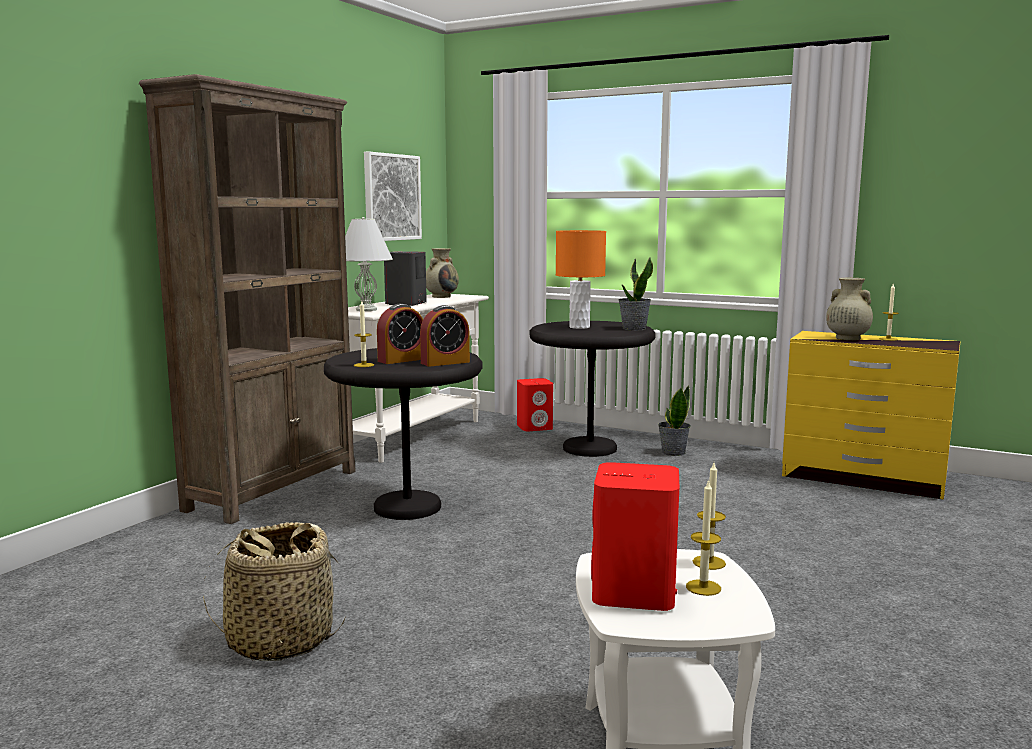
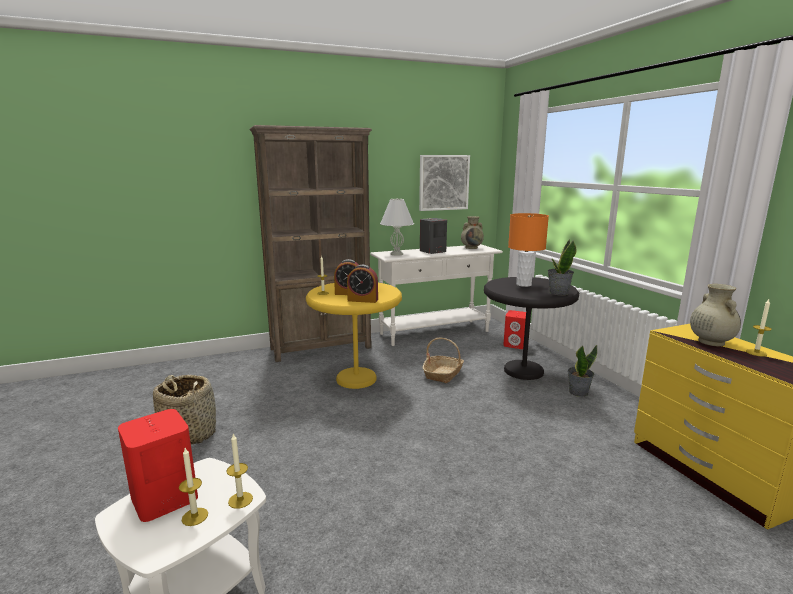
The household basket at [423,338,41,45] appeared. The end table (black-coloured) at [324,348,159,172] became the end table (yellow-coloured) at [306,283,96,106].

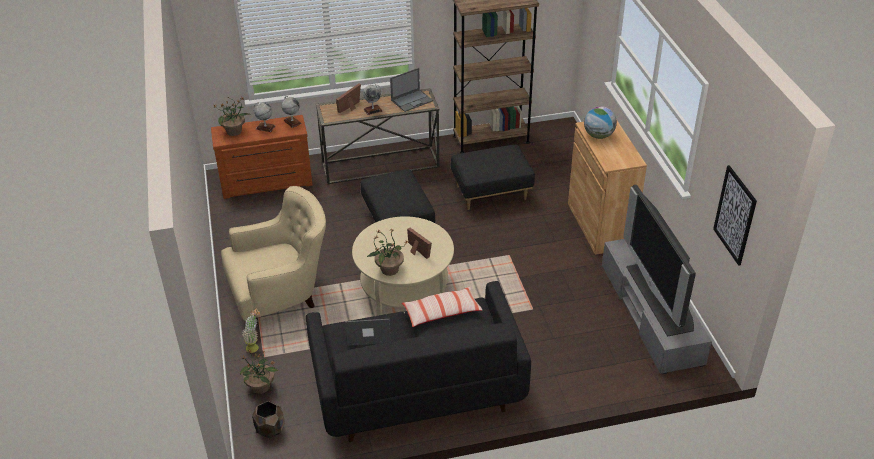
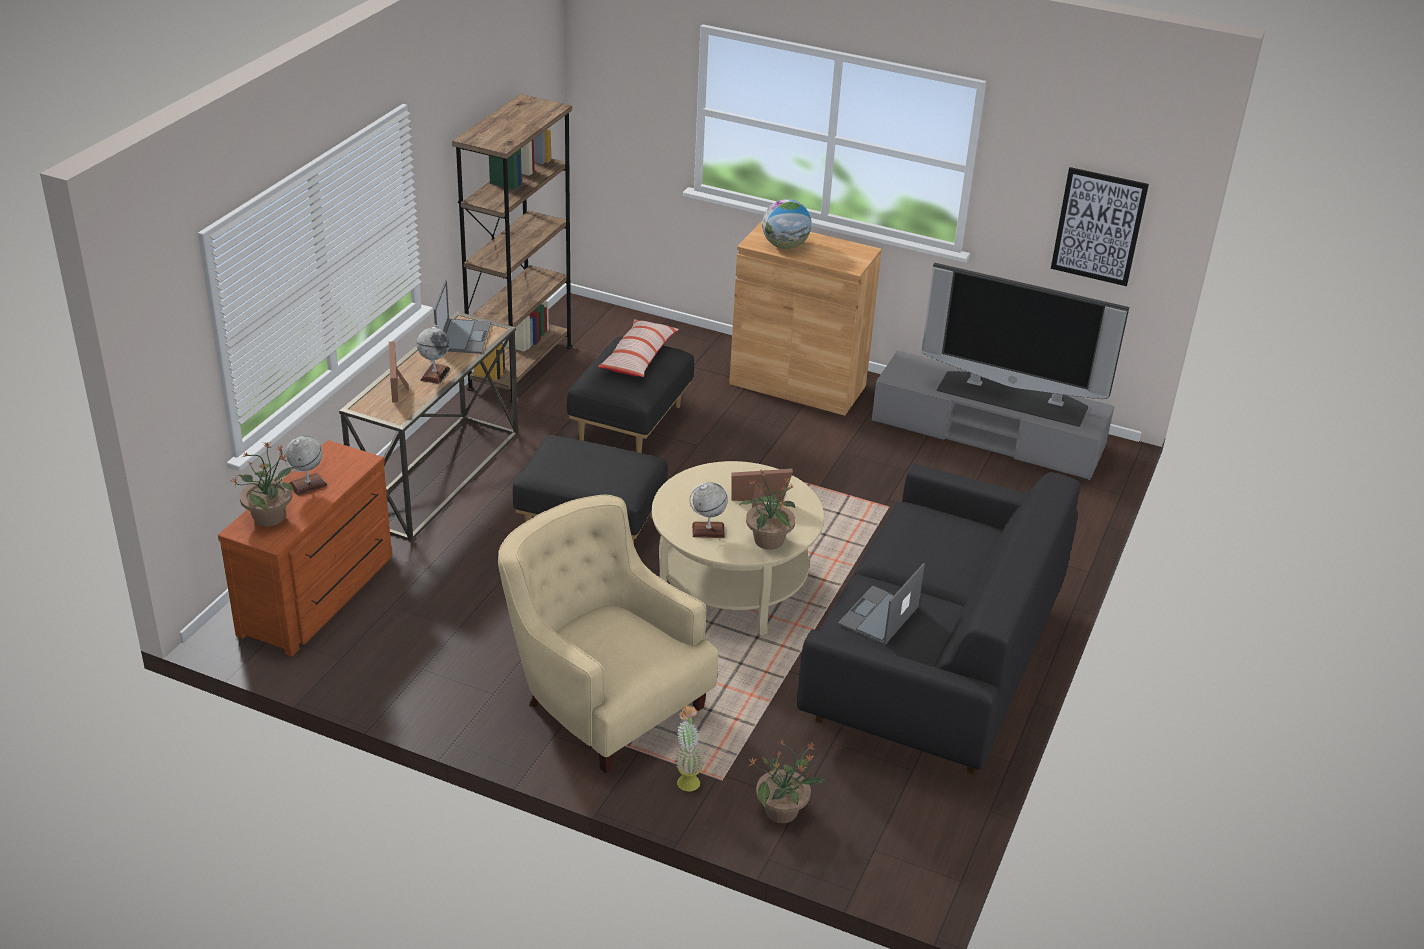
The planter (brownish) at [252,401,33,37] disappeared. The world globe moved from [282,96,20,32] to [689,482,39,56]. The pillow moved from [402,286,80,41] to [598,319,81,58]. The lounge chair (beige) at [221,186,105,135] turned 60 degrees counterclockwise.

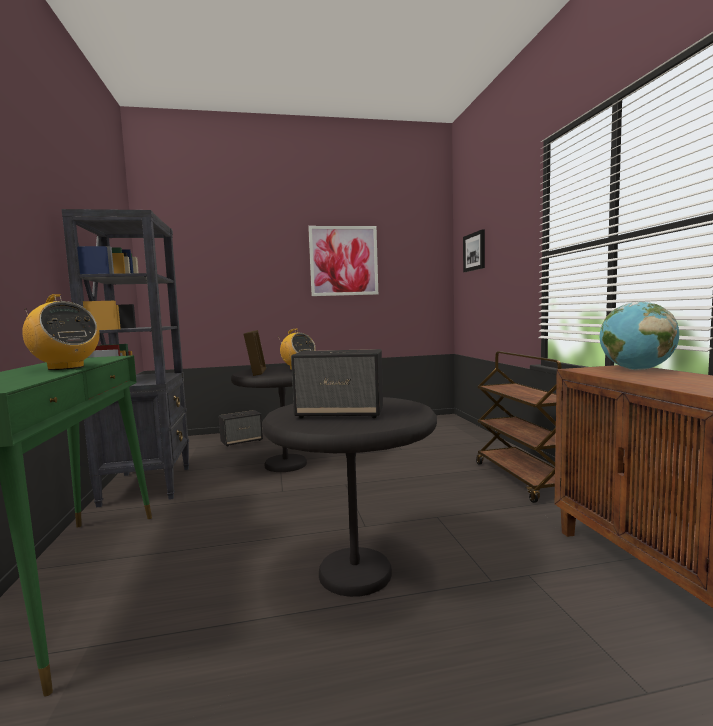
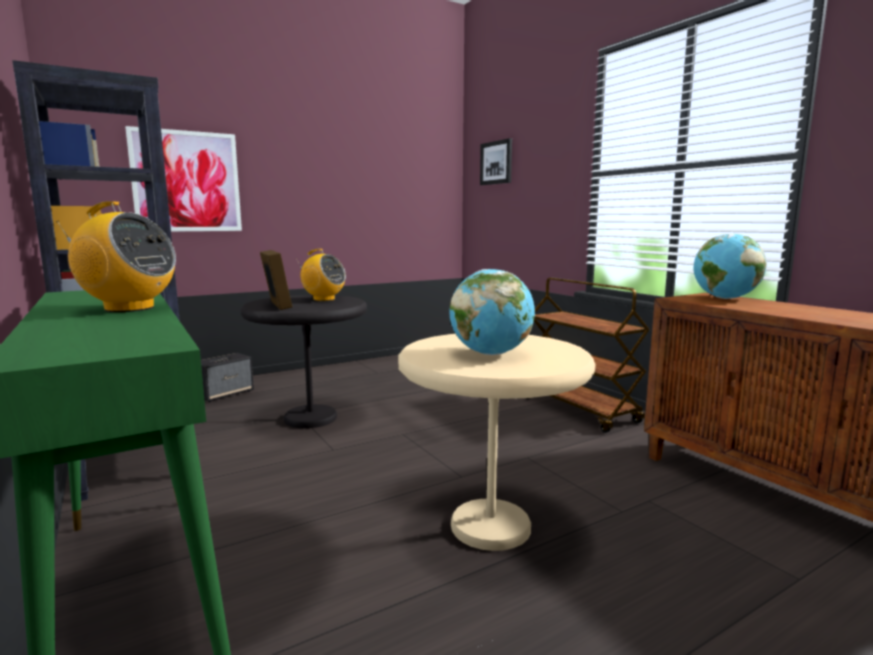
The wall art moved from [308,226,70,70] to [125,126,117,106]. The audio speaker at [291,349,92,69] was replaced by the world globe at [450,269,85,86]. The end table (black-coloured) at [262,397,175,200] became the end table (beige) at [398,334,197,217].

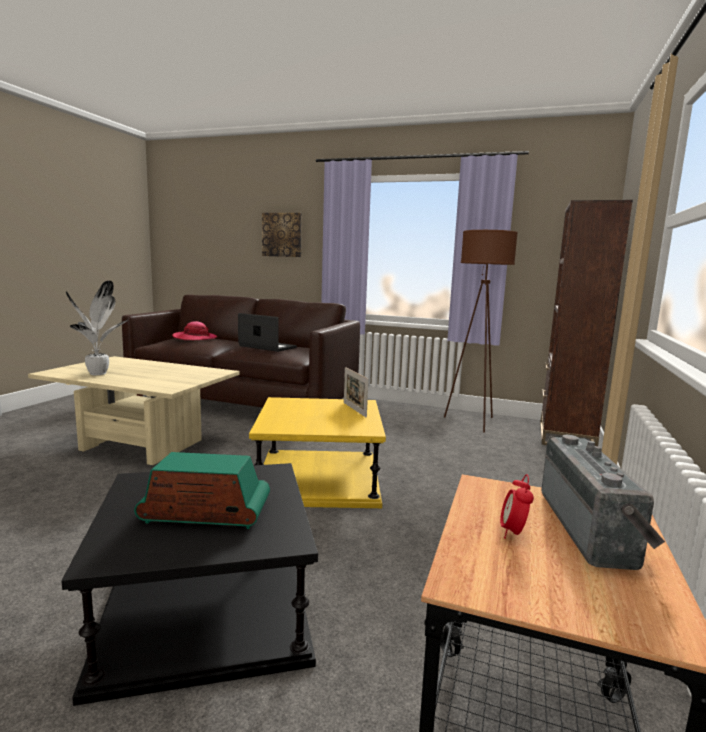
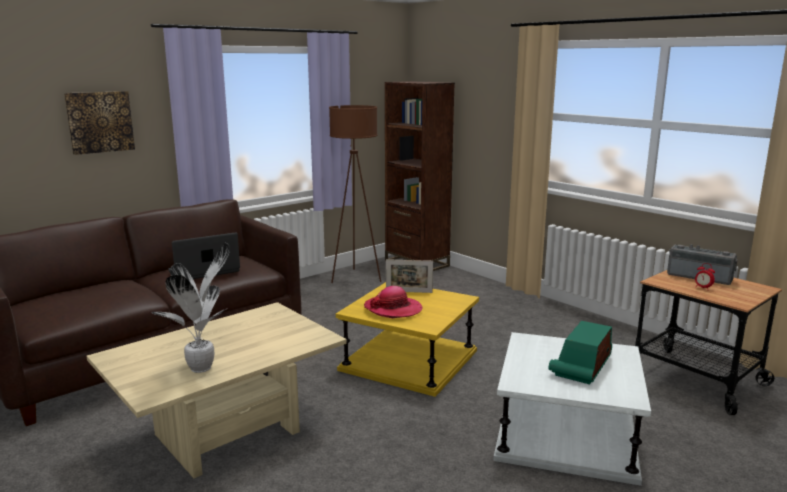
The hat moved from [172,321,45,19] to [364,286,58,32]. The end table (black-coloured) at [61,463,257,243] became the end table (white-coloured) at [493,332,158,154].

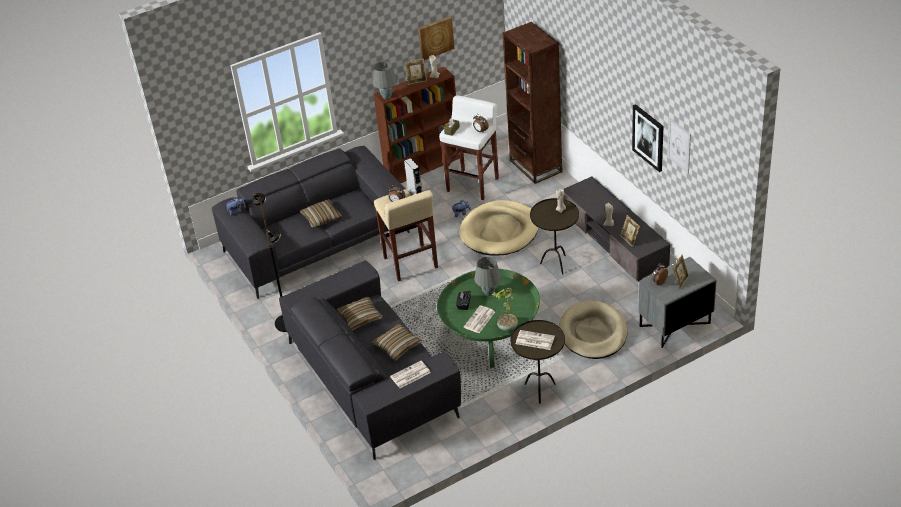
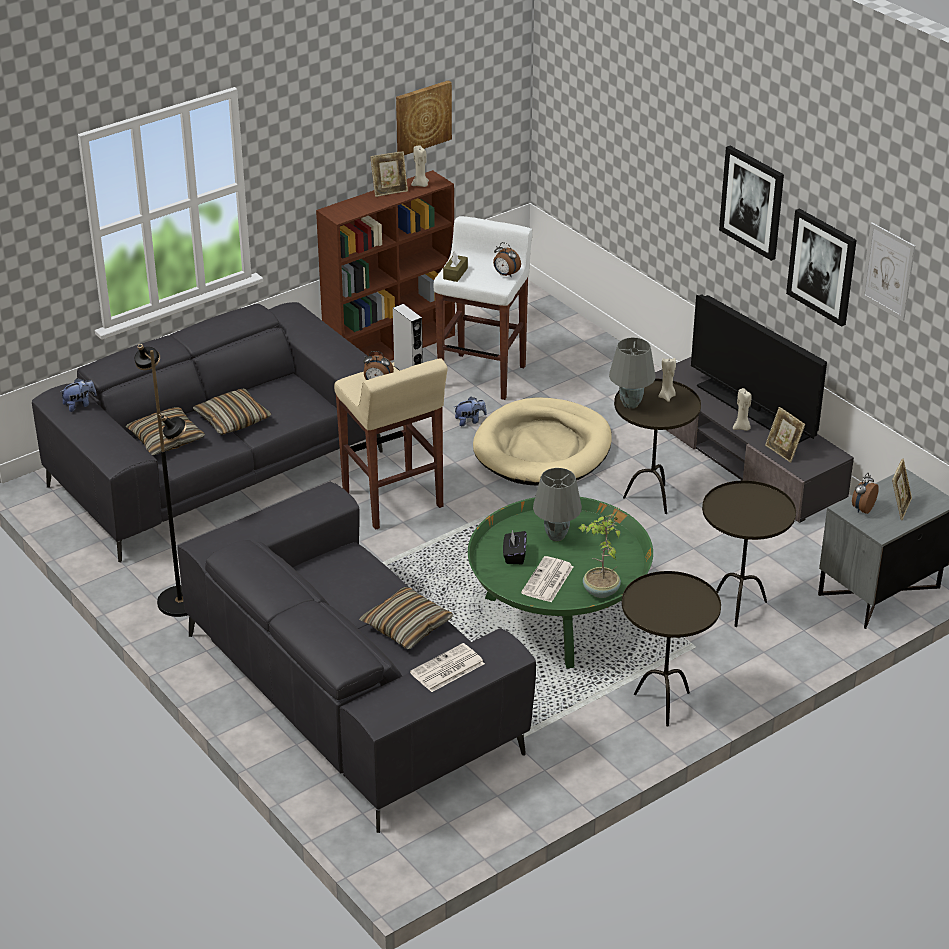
The bookcase (brownish) at [503,22,59,162] disappeared. The daily paper at [516,330,39,20] disappeared. The television at [691,294,136,149] appeared. The wall art at [719,146,65,115] appeared. The pillow moved from [337,297,46,34] to [126,407,79,48]. The tabletop lamp (grey) moved from [373,62,24,37] to [609,337,47,72]. The dog bed (beige) at [559,301,68,58] was replaced by the end table (brownish) at [702,480,94,147].

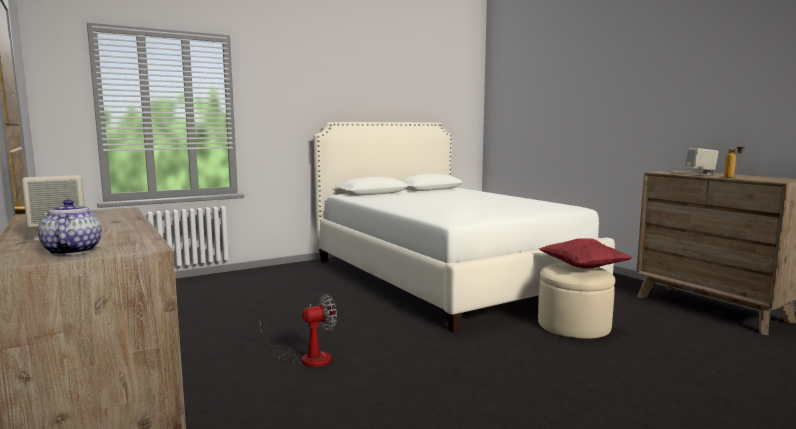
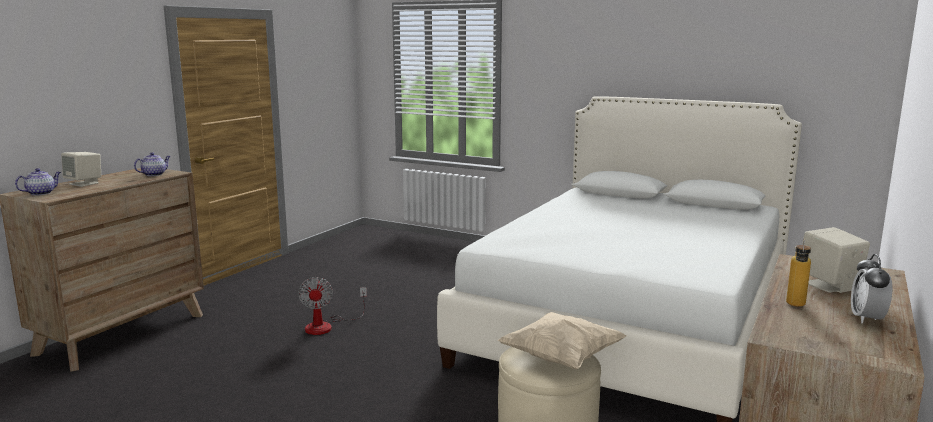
The pot for tea at [134,152,36,24] appeared. The bedside clock at [851,254,41,70] appeared. The pillow (red-coloured) at [539,238,93,31] became the pillow (beige) at [498,312,129,58]. The fan at [260,294,77,73] turned 45 degrees clockwise.

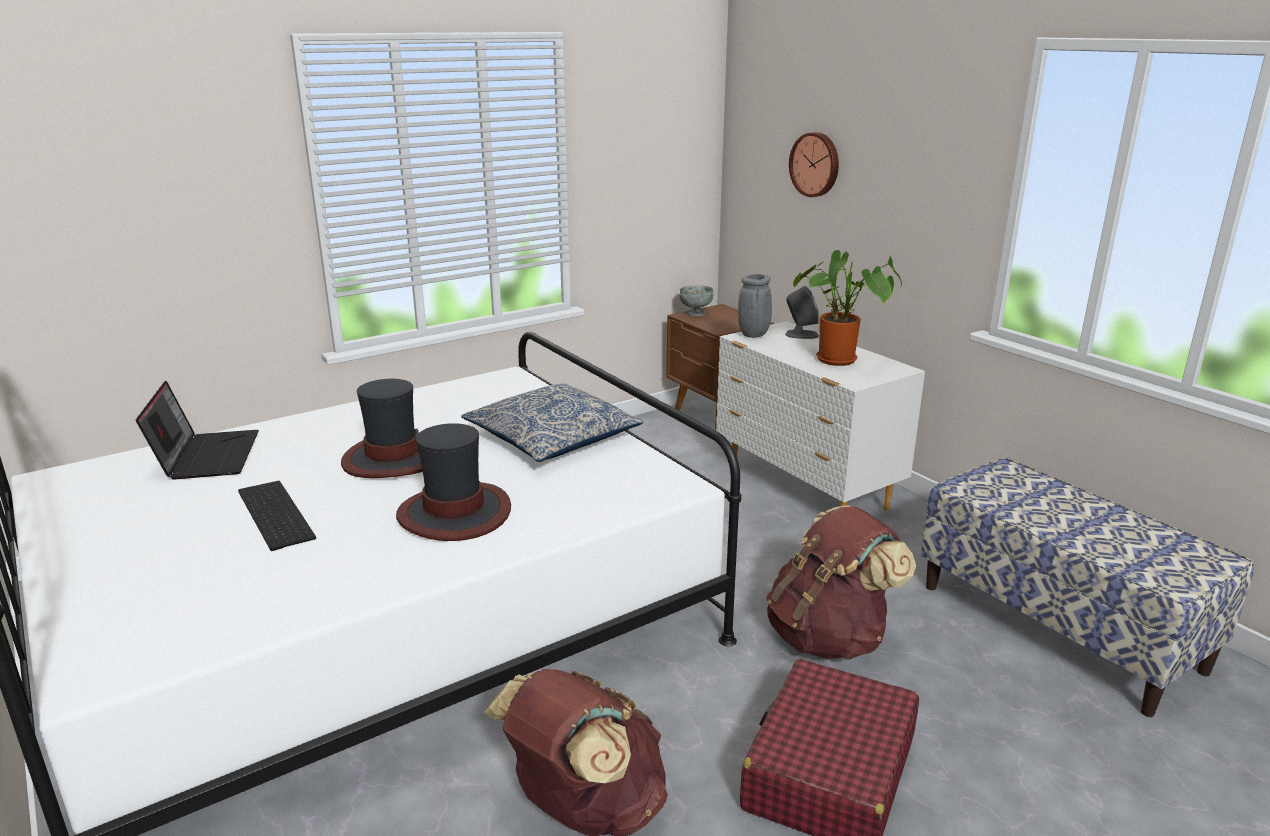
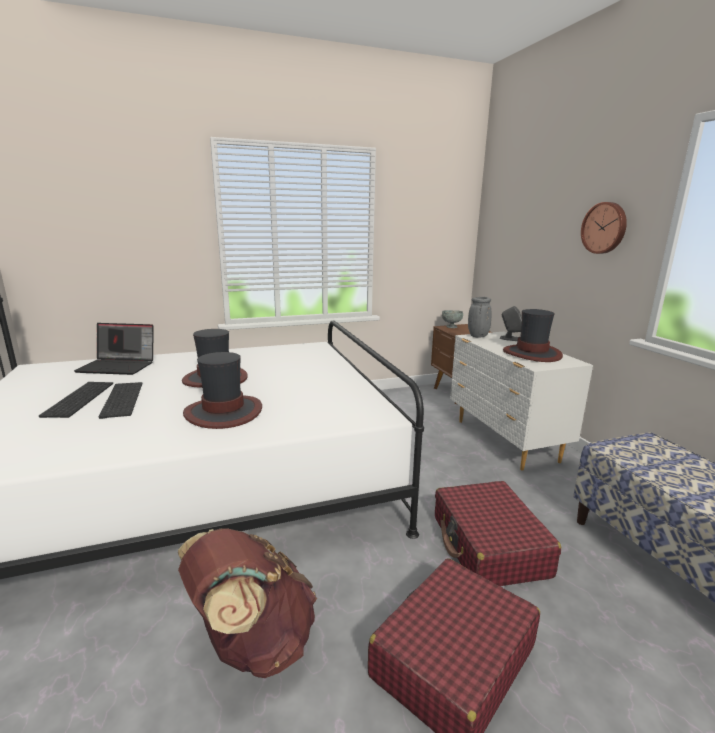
The pillow at [461,383,182,79] disappeared. The computer keyboard at [39,382,74,36] appeared. The hanging clock moved from [789,132,50,65] to [581,202,46,52]. The backpack (brownish) at [766,505,150,155] was replaced by the travel case (red-coloured) at [435,481,126,105]. The potted plant at [793,250,109,116] was replaced by the hat at [503,309,60,53]. The laptop at [136,381,123,99] turned 90 degrees clockwise.

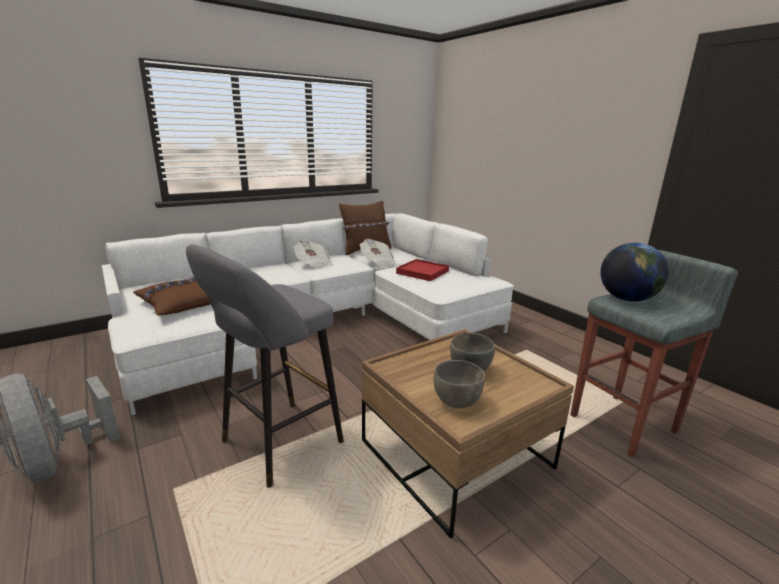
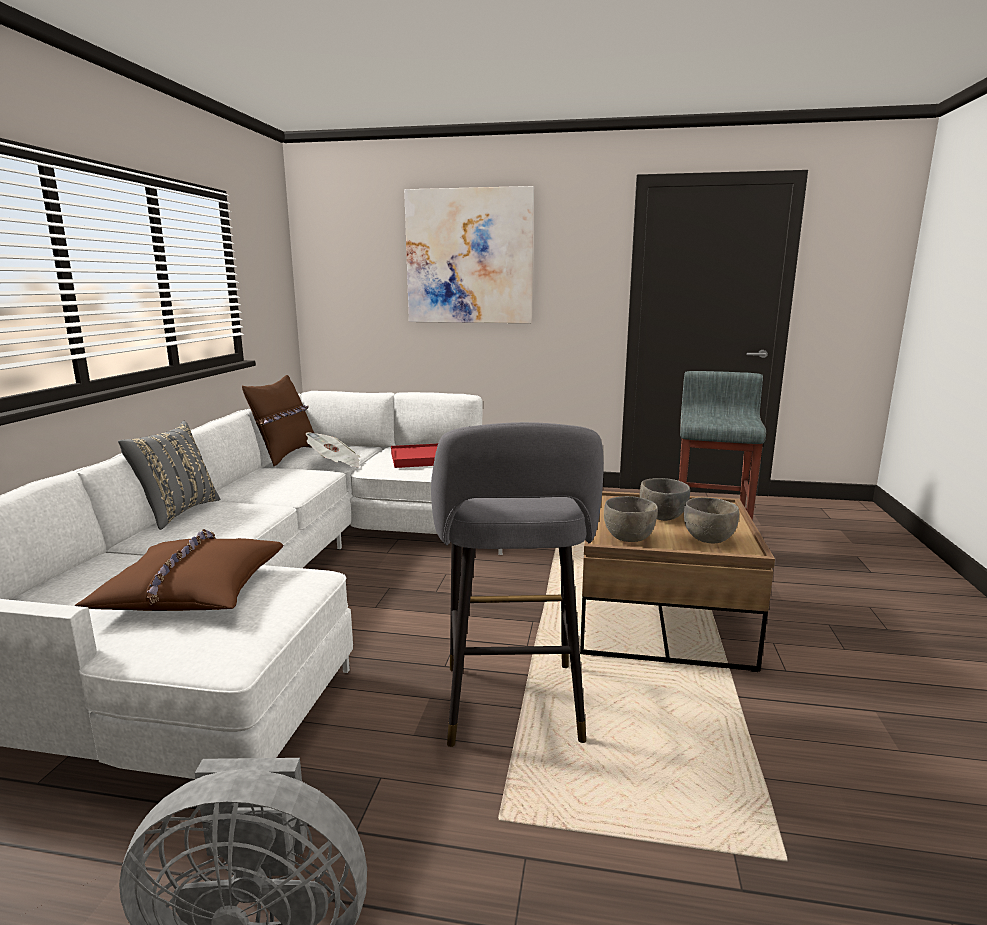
The daily paper at [294,240,37,30] disappeared. The world globe at [600,243,69,59] disappeared. The pillow (grey) at [118,421,102,109] appeared. The wall art at [404,186,130,137] appeared. The bowl (grey) at [604,496,54,46] appeared.

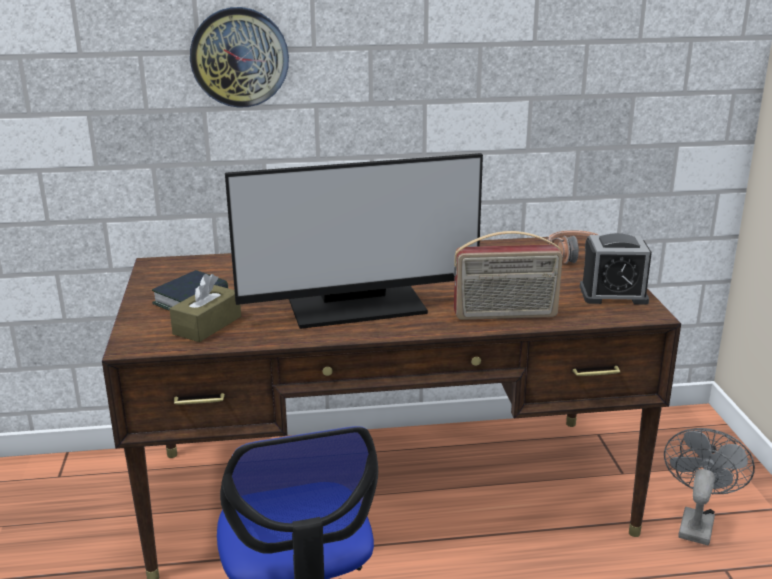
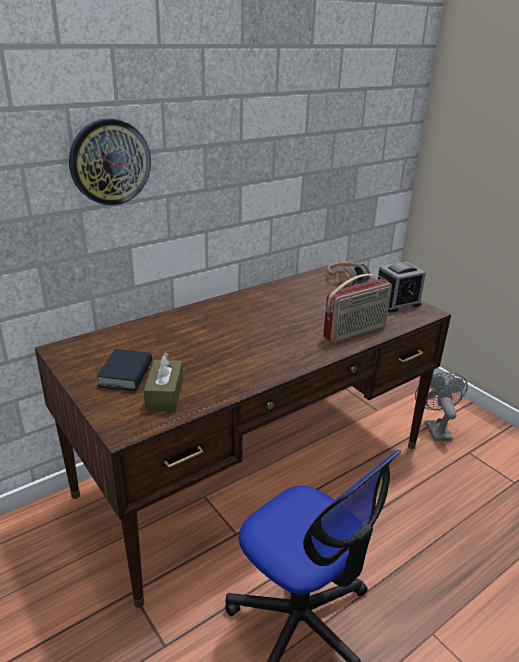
The computer display at [225,153,258,176] disappeared.

